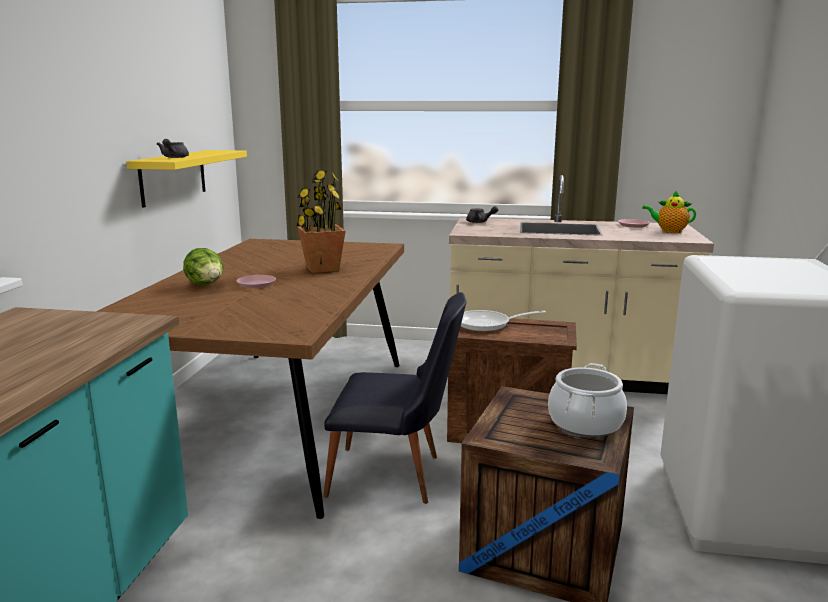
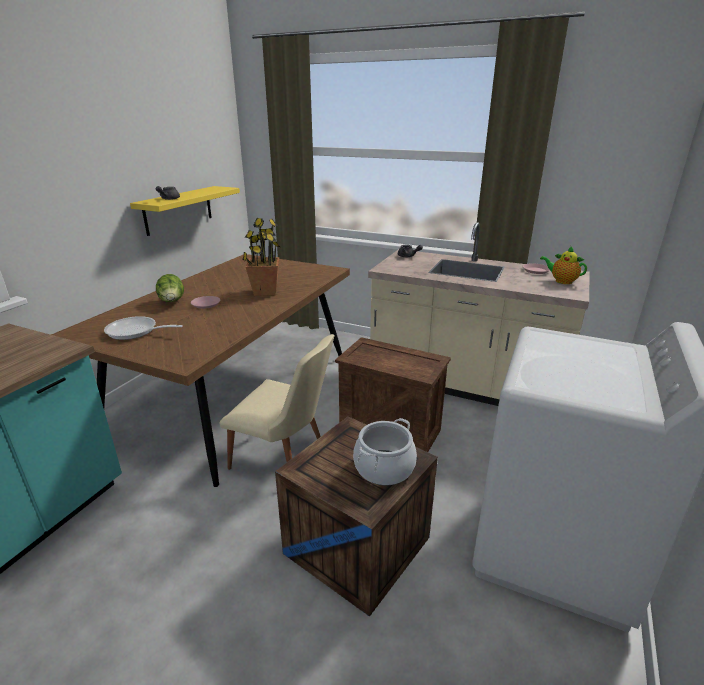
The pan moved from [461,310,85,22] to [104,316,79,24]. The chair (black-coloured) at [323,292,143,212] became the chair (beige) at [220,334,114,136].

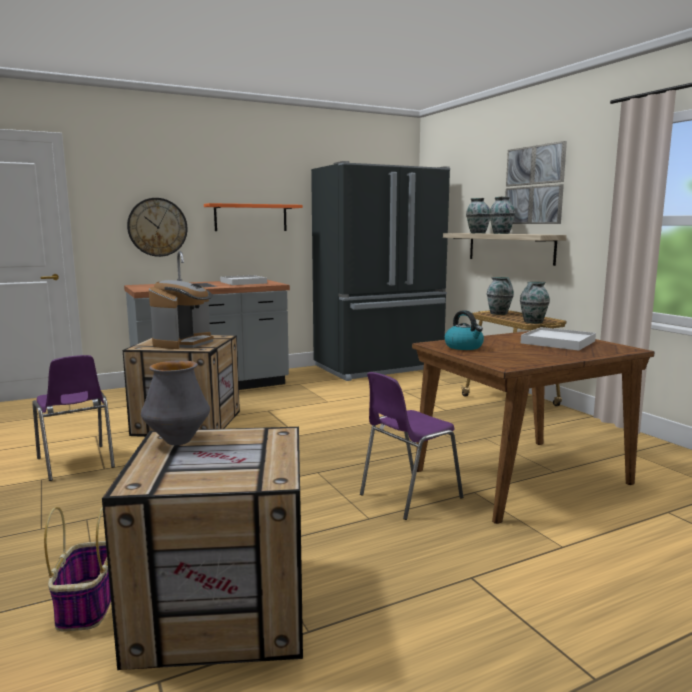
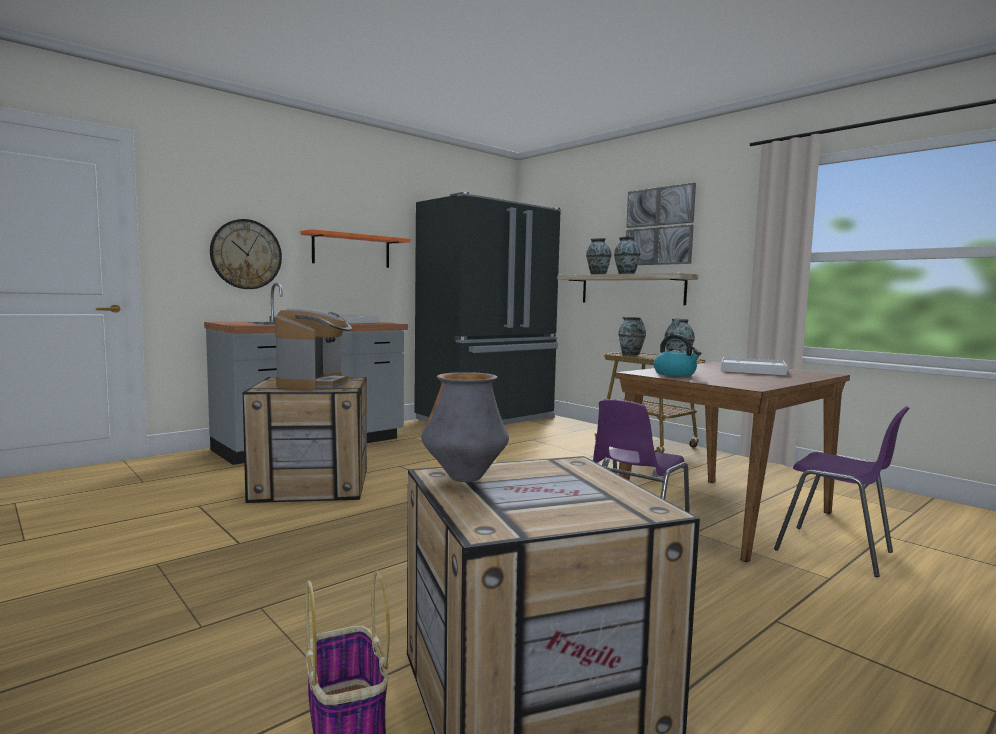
The chair (purple-coloured) moved from [32,355,83,126] to [774,406,136,171].

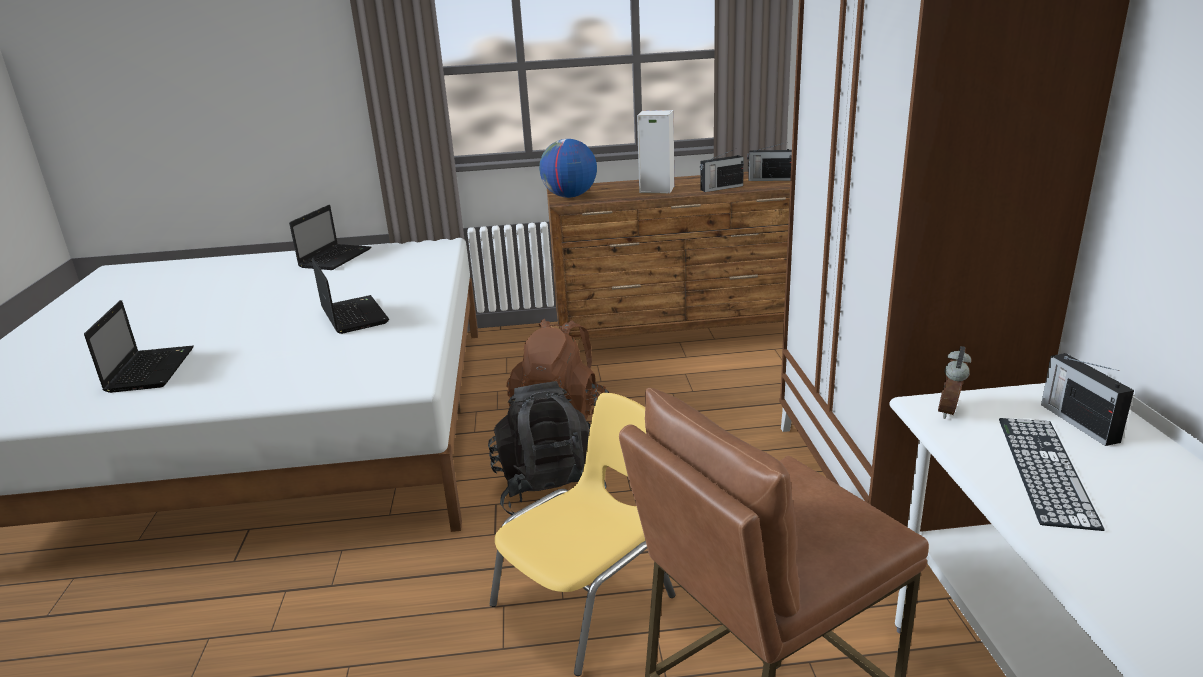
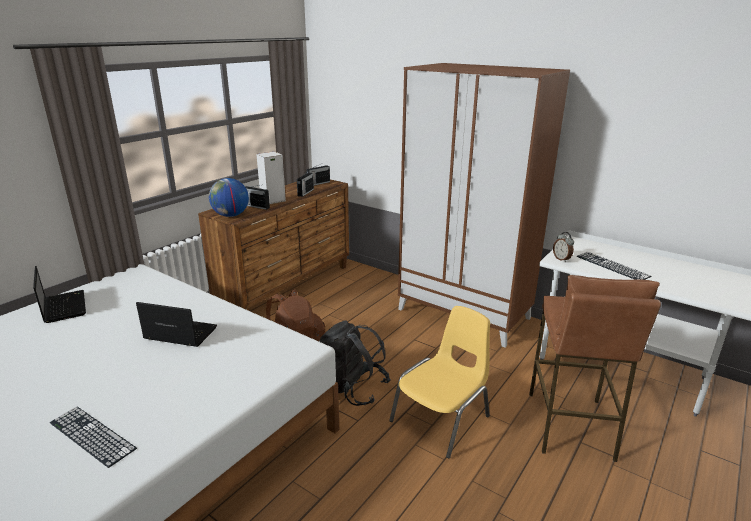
The radio moved from [1041,353,93,93] to [245,185,25,25]. The laptop at [84,300,110,93] was replaced by the computer keyboard at [50,407,87,61]. The chair (yellow-coloured) at [490,393,185,283] turned 45 degrees clockwise.

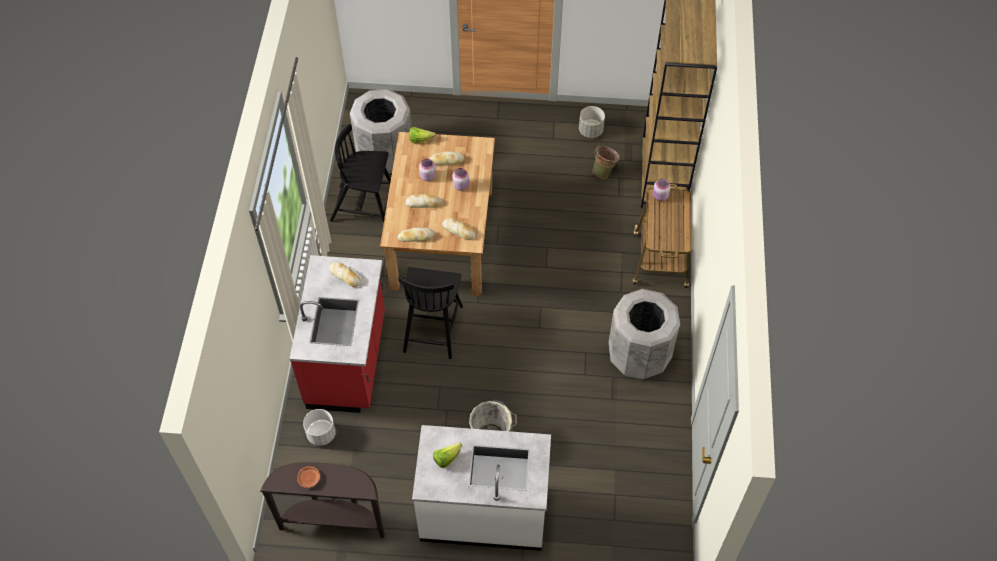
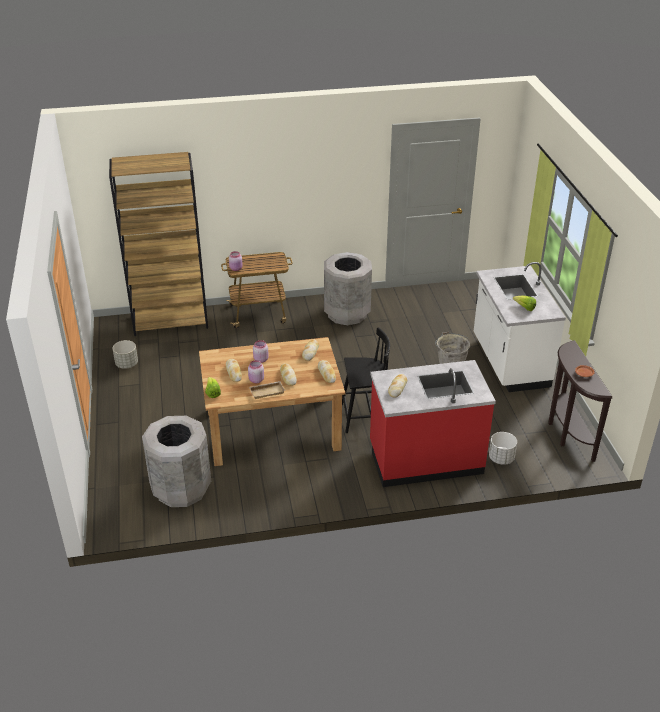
The chair (black-coloured) at [330,124,61,99] disappeared. The water bucket (green-coloured) at [592,145,28,33] disappeared. The serving tray (beige) at [249,381,36,18] appeared.

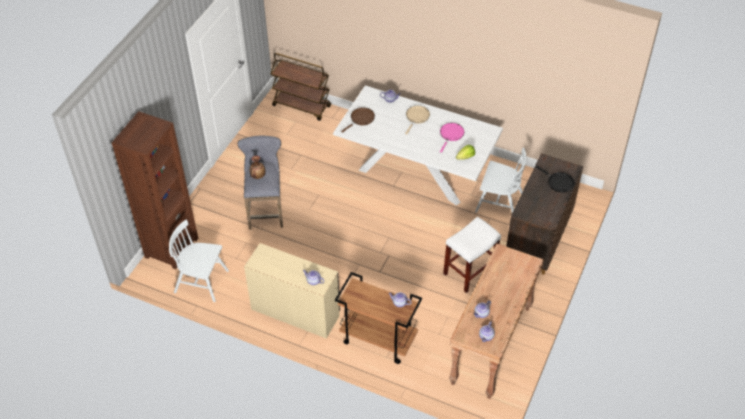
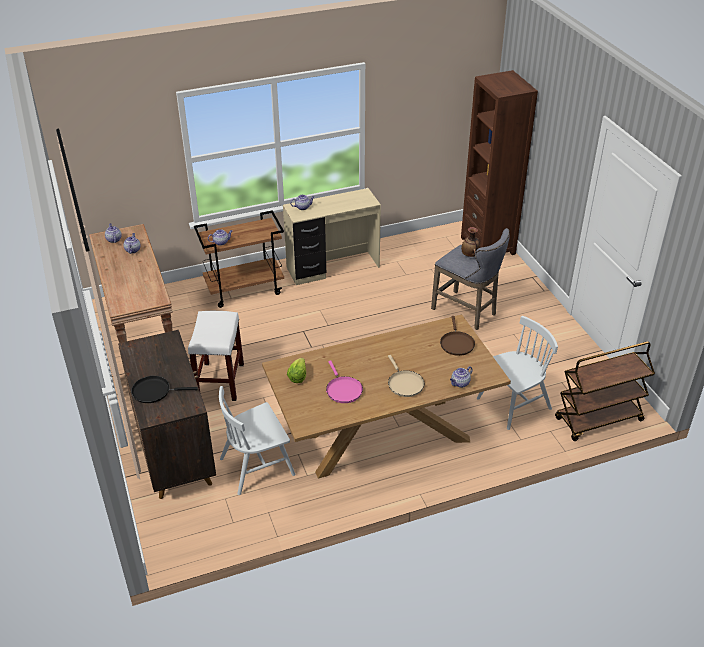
The chair (white-coloured) moved from [169,220,60,82] to [477,316,81,114]. The dinner table (white-coloured) at [333,85,170,121] became the dinner table (brownish) at [262,314,249,165].

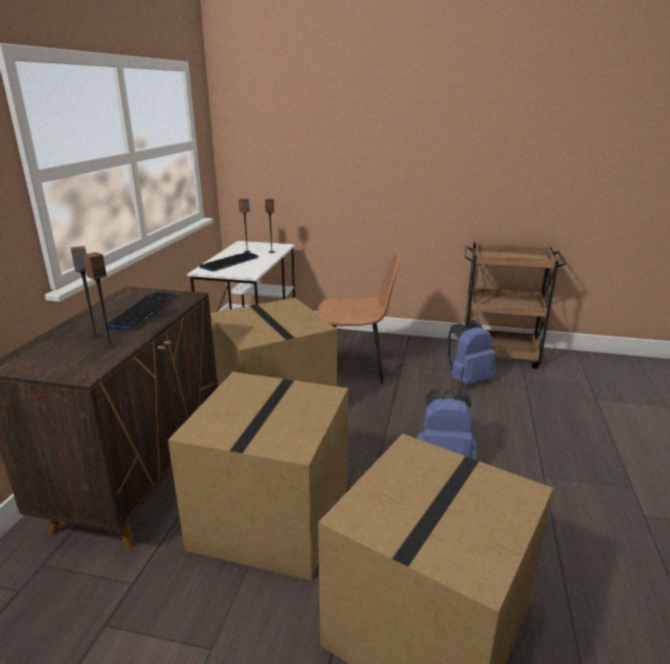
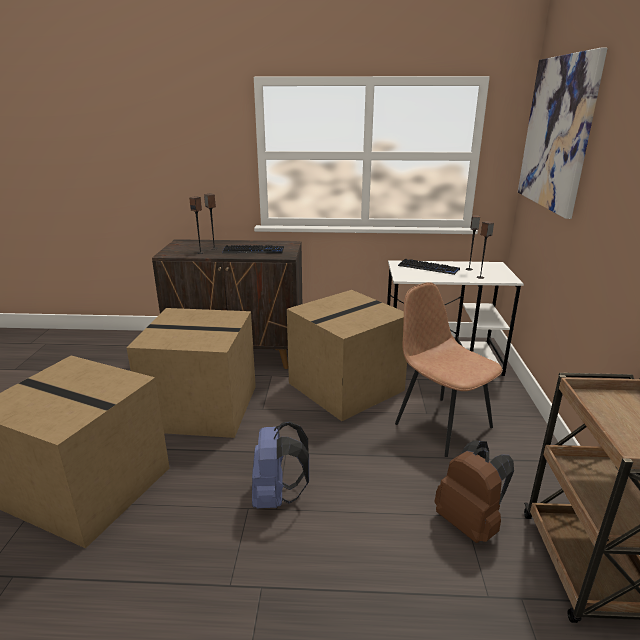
The wall art at [518,48,90,171] appeared. The backpack (bluish) at [448,320,48,66] became the backpack (brownish) at [435,440,79,103]. The chair (brownish) at [317,250,83,134] turned 150 degrees clockwise.

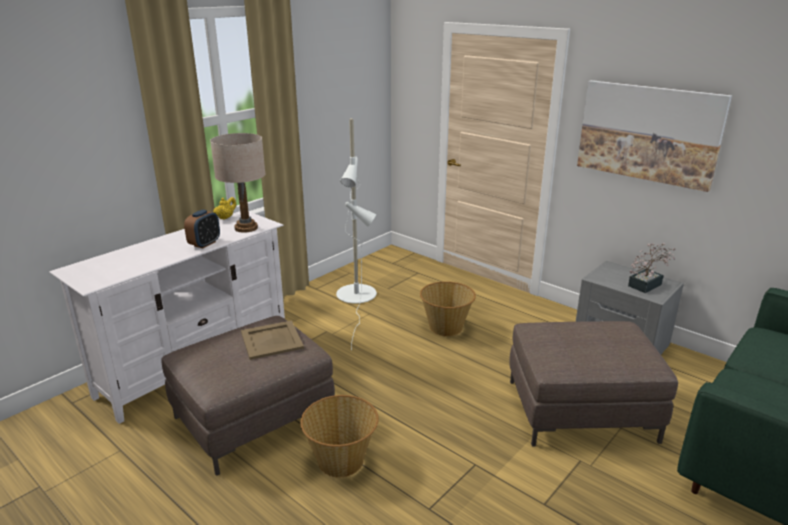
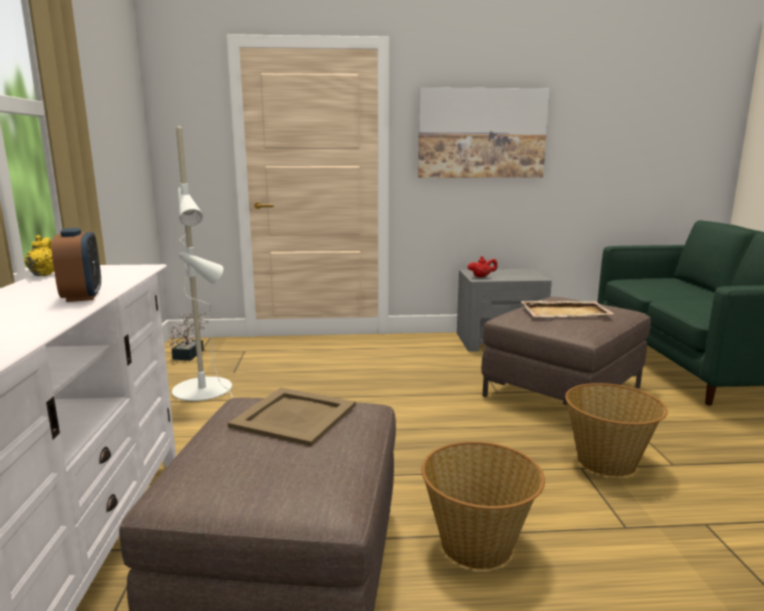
The tabletop lamp (beige) at [210,133,55,100] disappeared. The pot for tea (red-coloured) at [467,256,31,21] appeared. The serving tray (beige) at [521,301,93,16] appeared. The household basket moved from [420,281,56,55] to [565,383,103,94]. The potted plant moved from [628,243,48,50] to [169,311,39,49].

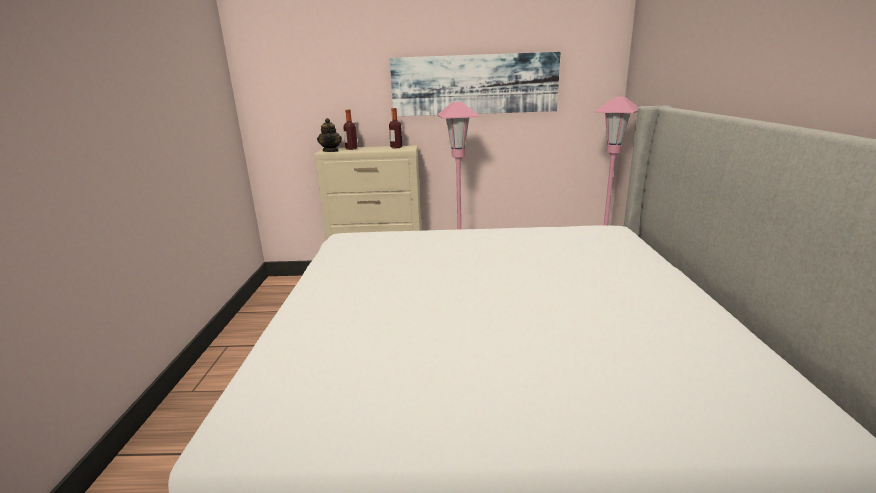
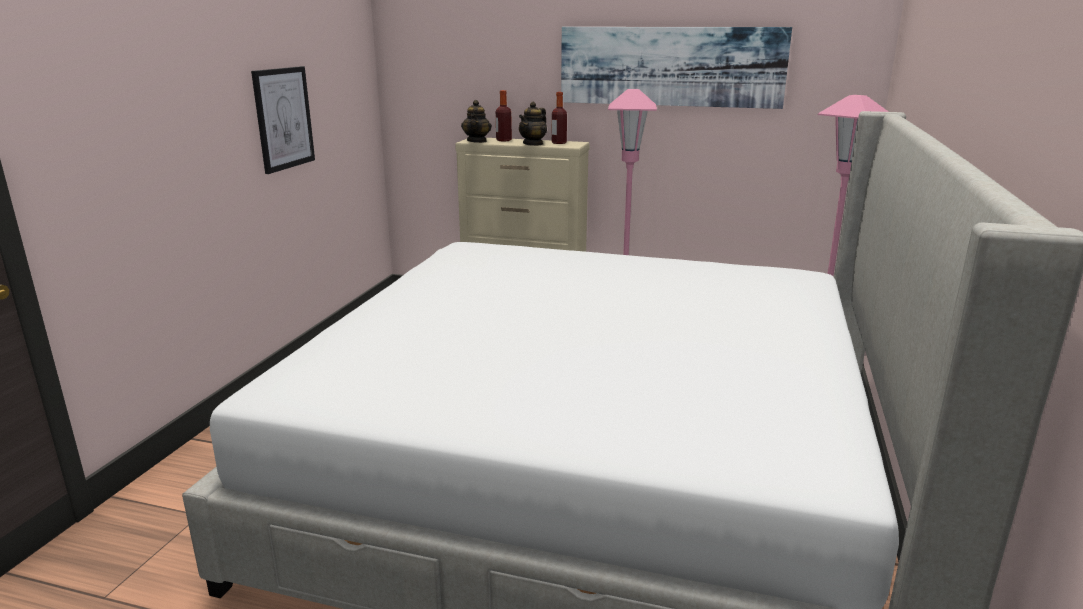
The wall art at [251,66,64,108] appeared. The pot for tea at [519,102,28,44] appeared.

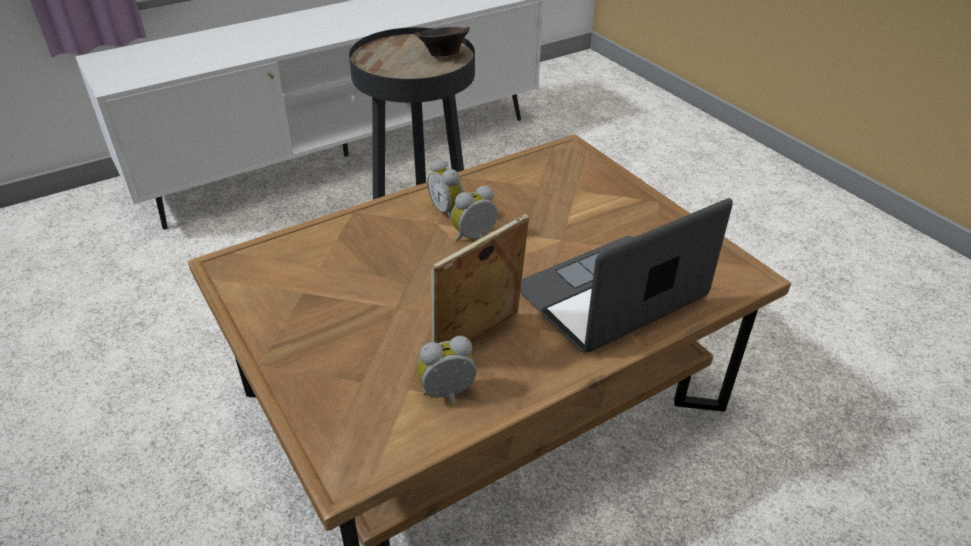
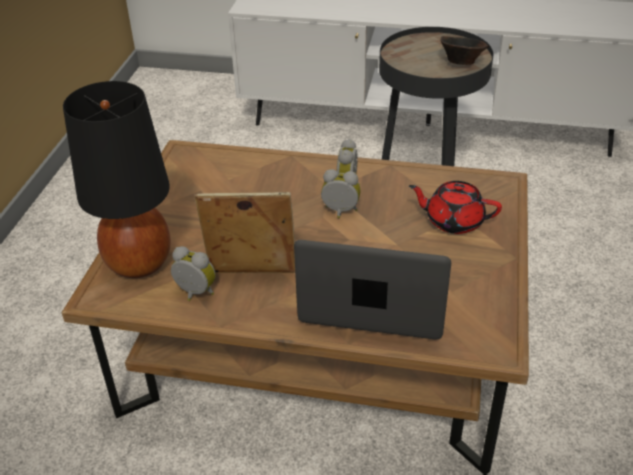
The tabletop lamp (black-coloured) at [63,81,108,197] appeared. The pot for tea (red-coloured) at [409,181,93,53] appeared.

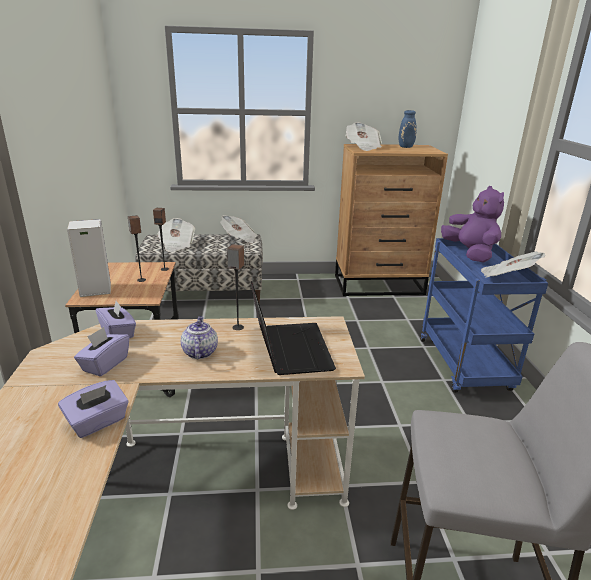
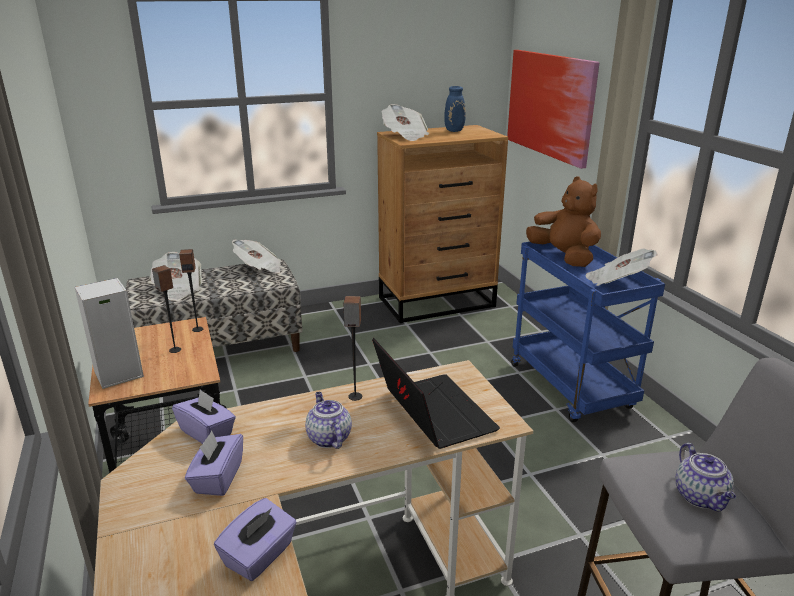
The wall art at [507,50,93,119] appeared. The pot for tea at [675,443,61,68] appeared. The soft toy (purple-coloured) at [441,186,63,77] became the soft toy (brownish) at [526,176,75,91].

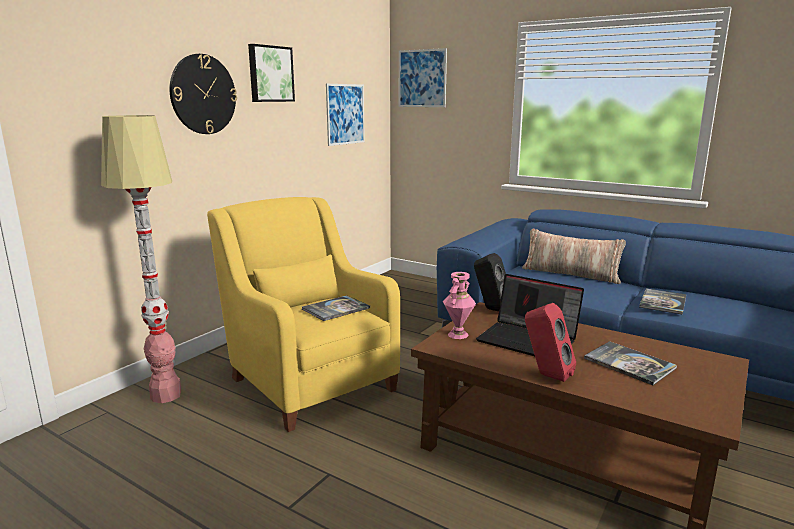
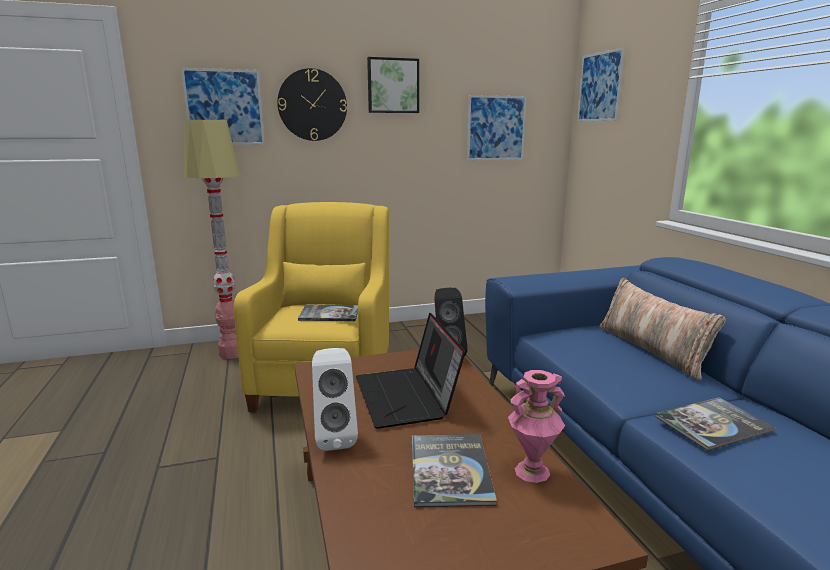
The wall art at [181,68,84,77] appeared. The decorative vase (pink-coloured) moved from [443,272,33,67] to [508,370,57,113]. The audio speaker (red-coloured) at [525,303,51,79] became the audio speaker (white-coloured) at [312,348,46,103].

